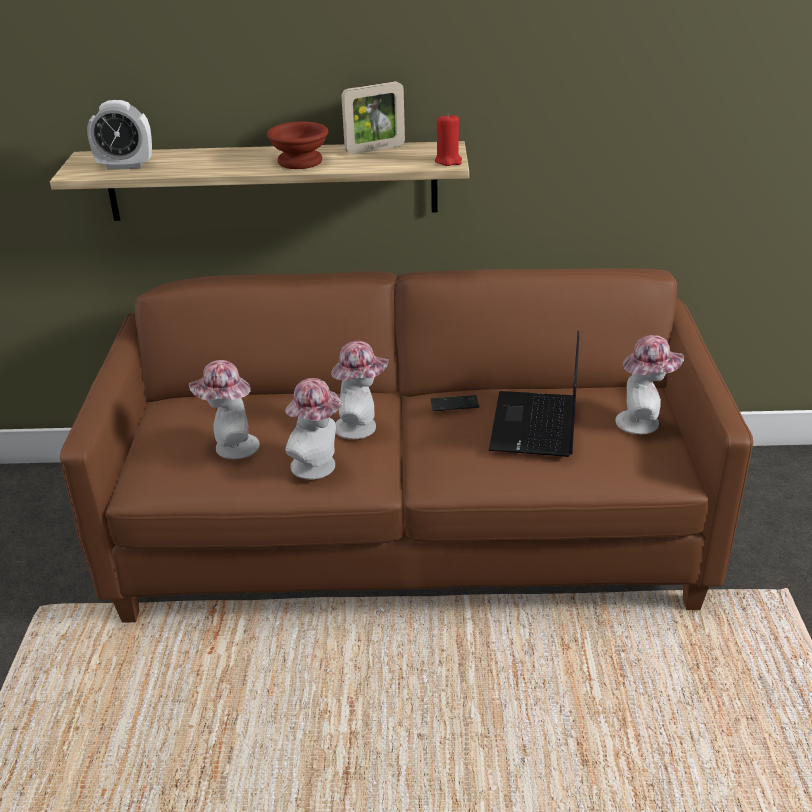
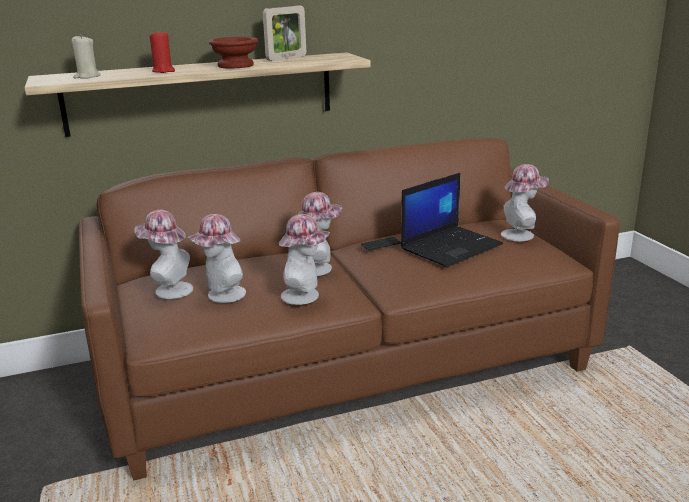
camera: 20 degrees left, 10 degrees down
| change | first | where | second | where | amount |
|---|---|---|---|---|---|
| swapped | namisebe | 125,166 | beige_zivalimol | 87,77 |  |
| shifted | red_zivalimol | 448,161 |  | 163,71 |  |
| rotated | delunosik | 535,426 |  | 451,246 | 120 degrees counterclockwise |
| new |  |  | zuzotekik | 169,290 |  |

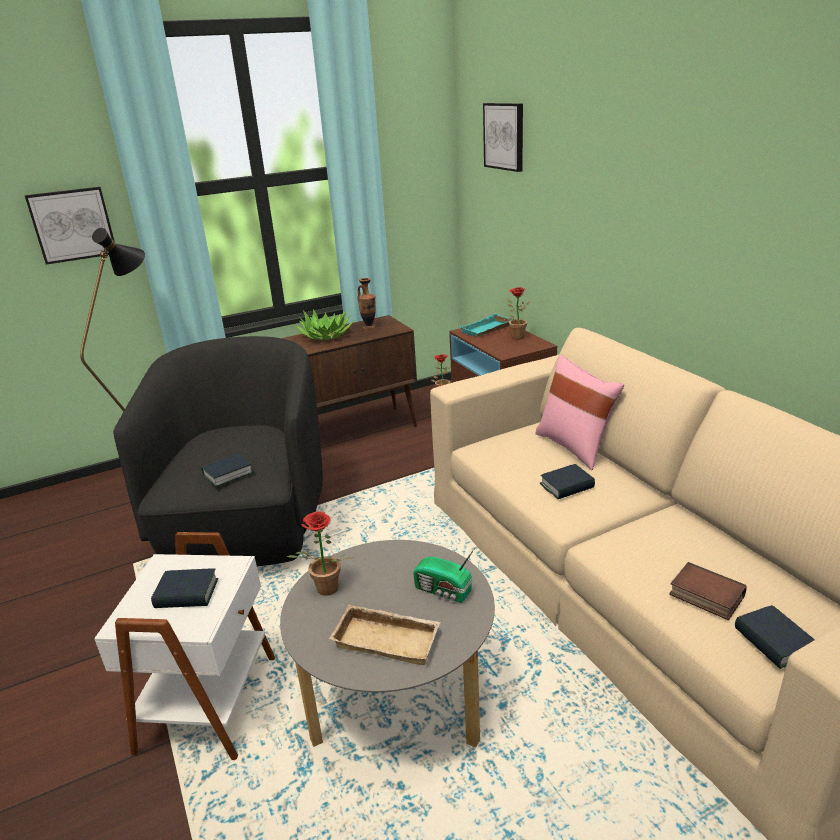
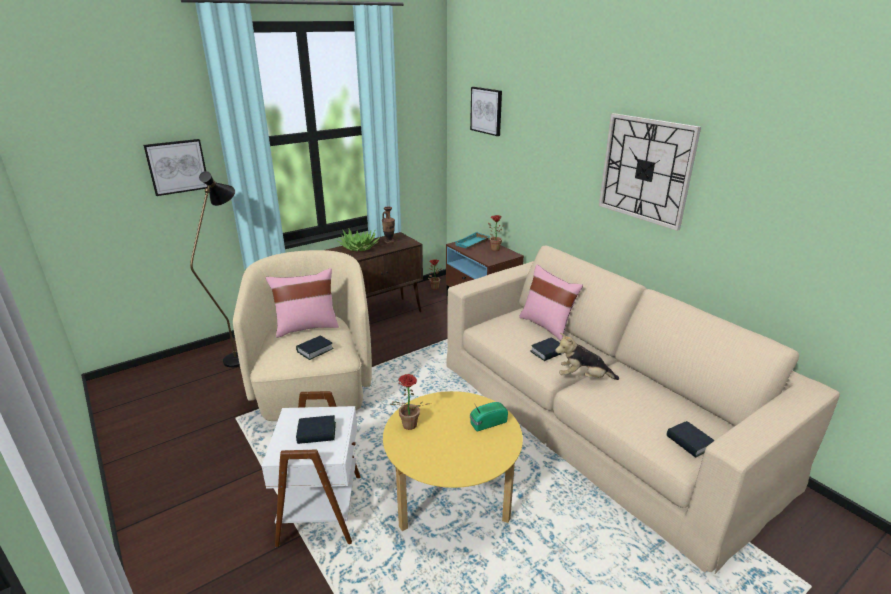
camera: 10 degrees left, 0 degrees up
| change | first | where | second | where | amount |
|---|---|---|---|---|---|
| repainted | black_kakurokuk | 248,527 | beige_kakurokuk | 315,388 |  |
| repainted | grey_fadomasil | 398,705 | yellow_fadomasil | 452,501 |  |
| gone | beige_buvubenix | 388,638 |  |  |  |
| rotated | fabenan | 444,591 |  | 487,423 | 135 degrees clockwise |
| gone | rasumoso | 704,596 |  |  |  |
| new |  |  | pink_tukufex | 306,327 |  |
| new |  |  | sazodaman | 583,377 |  |
| new |  |  | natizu | 646,170 |  |

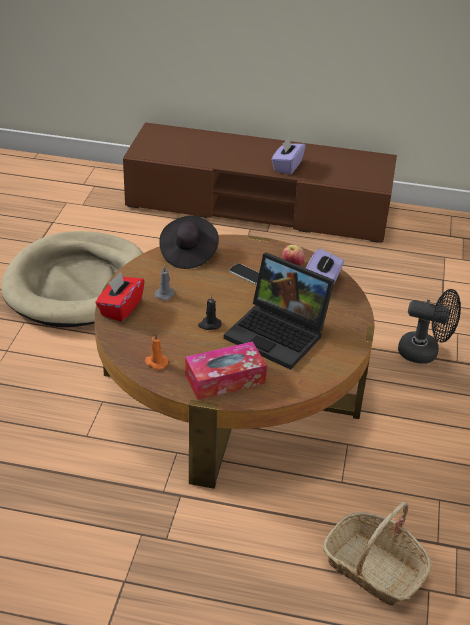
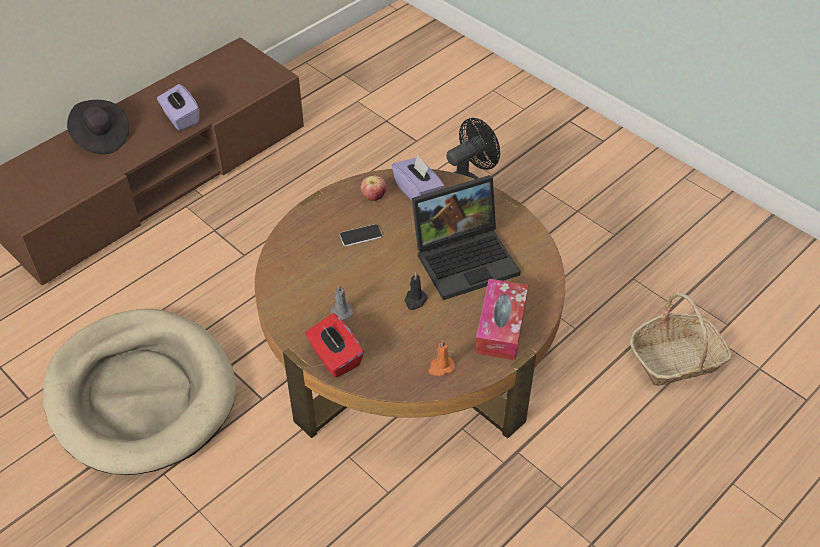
camera: 55 degrees left, 10 degrees up
| change | first | where | second | where | amount |
|---|---|---|---|---|---|
| shifted | black_zuzotekik | 188,253 |  | 101,137 |  |

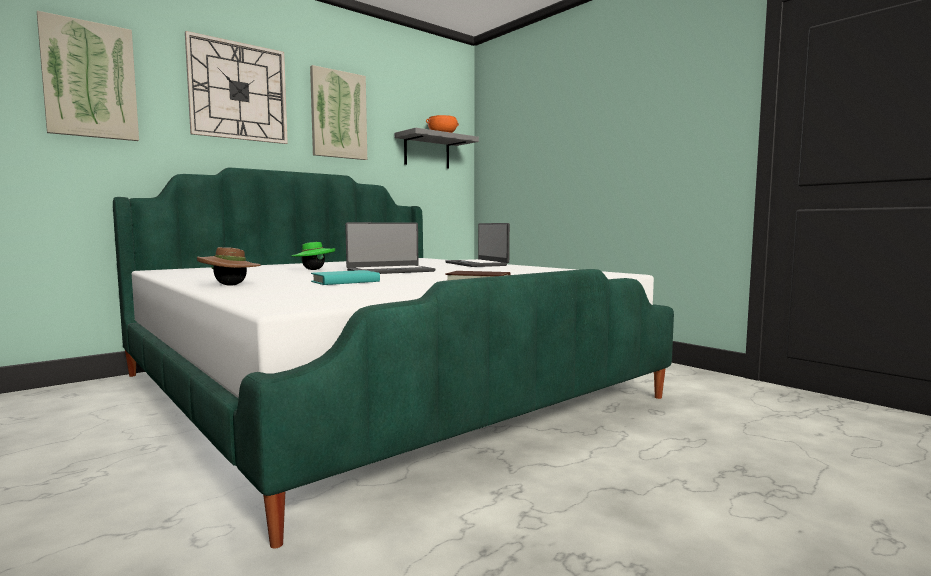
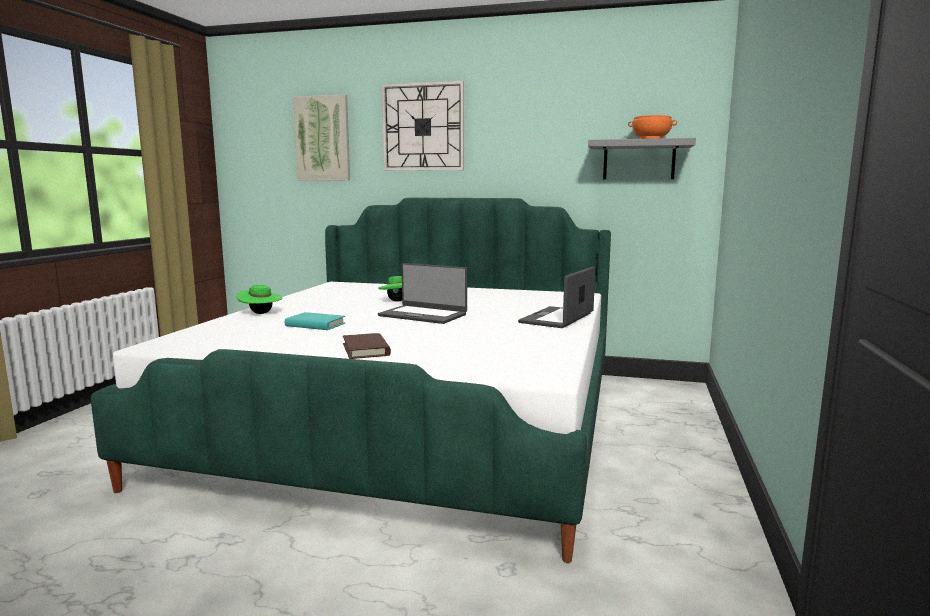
camera: 55 degrees right, 5 degrees up
| change | first | where | second | where | amount |
|---|---|---|---|---|---|
| repainted | brown_zuzotekik | 230,285 | green_zuzotekik | 260,313 |  |
| gone | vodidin | 338,115 |  |  |  |

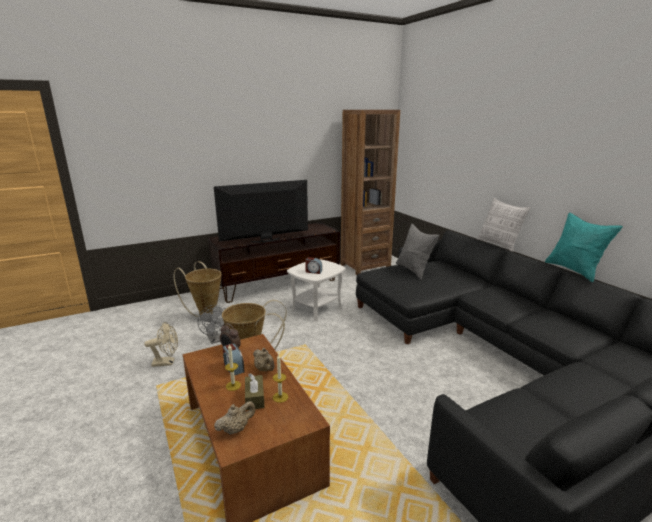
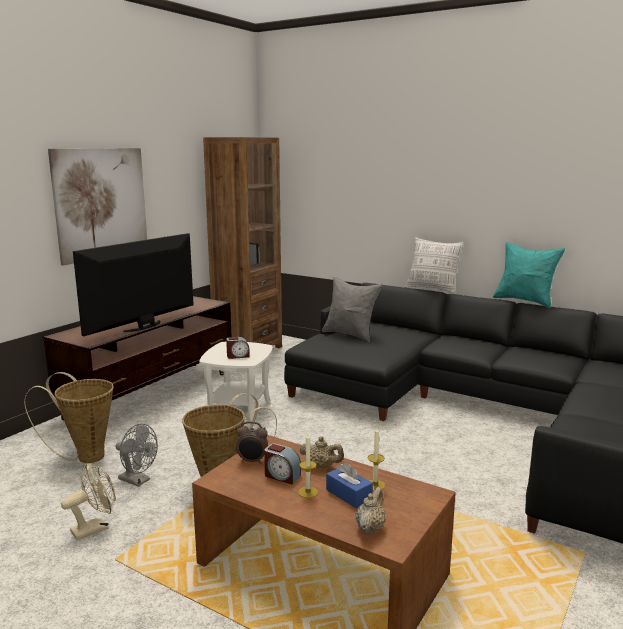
camera: 30 degrees left, 5 degrees down
| change | first | where | second | where | amount |
|---|---|---|---|---|---|
| repainted | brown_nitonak | 254,398 | blue_nitonak | 348,494 |  |
| new |  |  | vodidin | 101,203 |  |

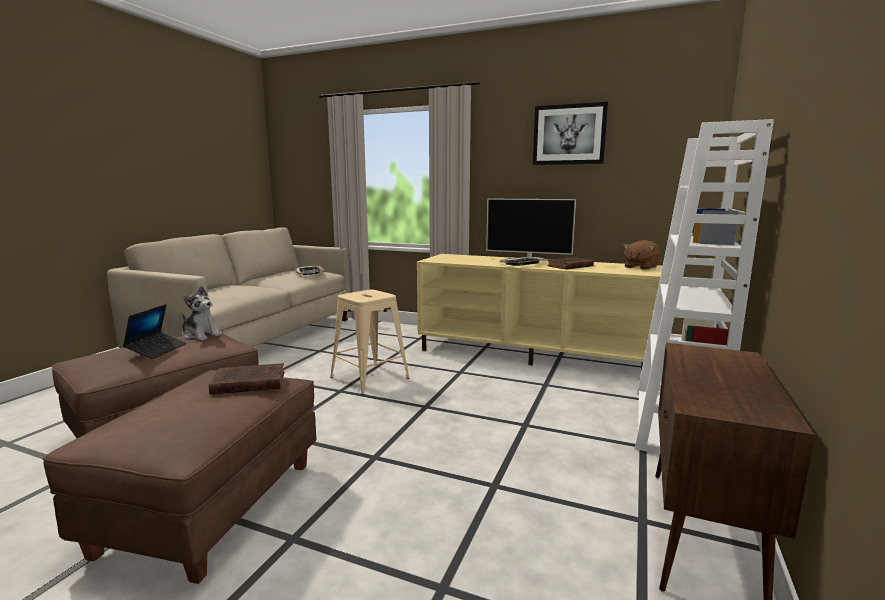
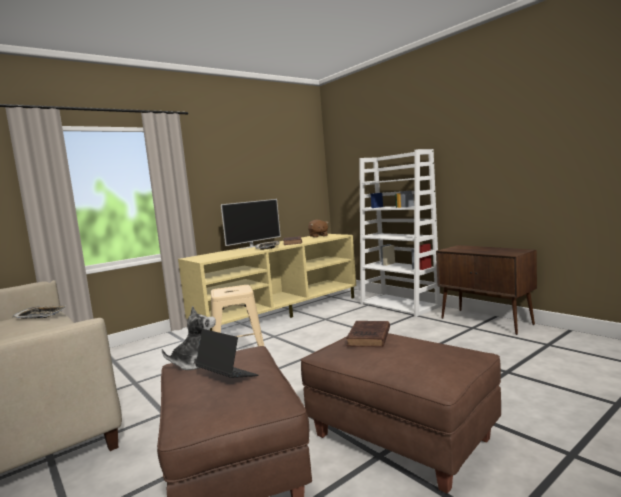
camera: 60 degrees left, 5 degrees down
| change | first | where | second | where | amount |
|---|---|---|---|---|---|
| gone | vodidin | 569,134 |  |  |  |

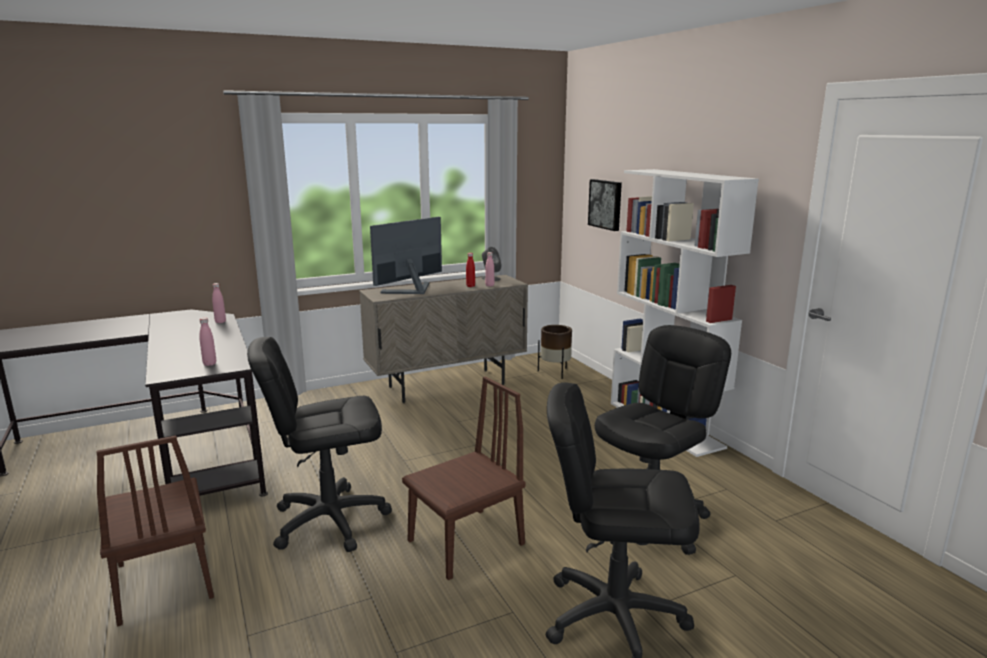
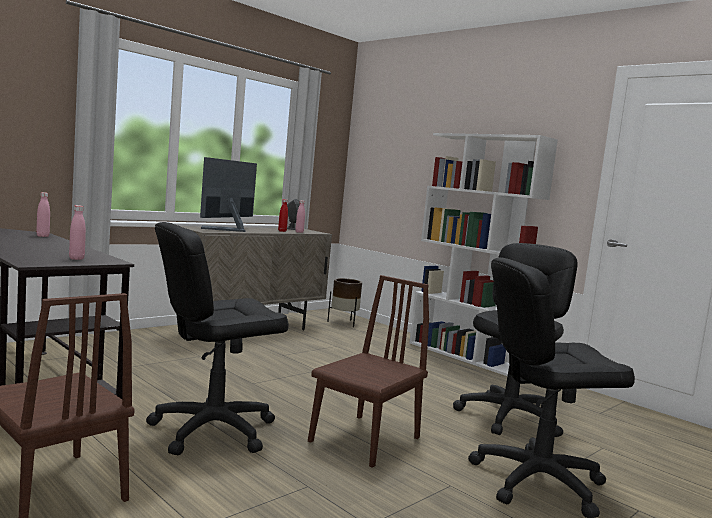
camera: 20 degrees left, 10 degrees down
| change | first | where | second | where | amount |
|---|---|---|---|---|---|
| gone | vodidin | 606,204 |  |  |  |

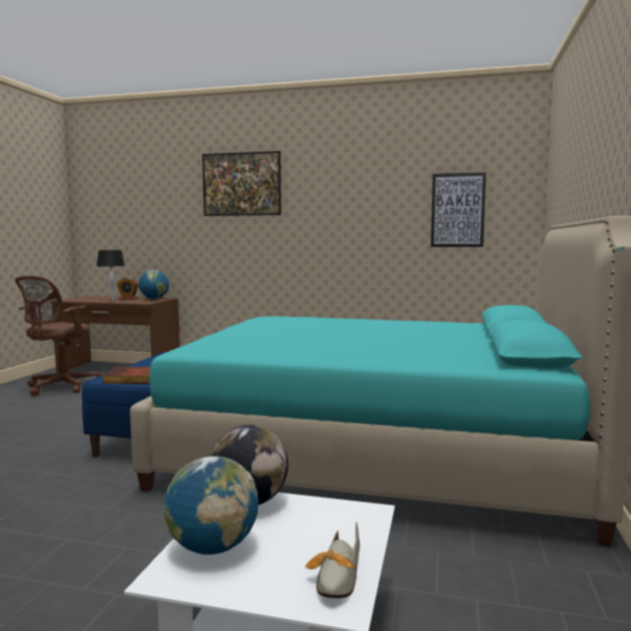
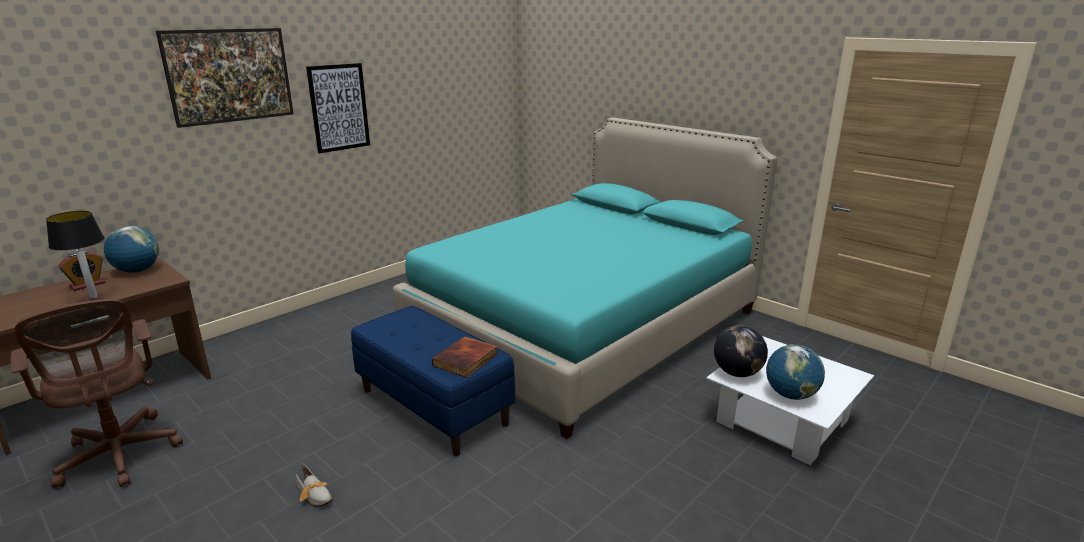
camera: 60 degrees left, 15 degrees up
| change | first | where | second | where | amount |
|---|---|---|---|---|---|
| shifted | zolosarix | 338,578 |  | 315,495 |  |
| shifted | vodidin | 457,210 |  | 339,107 |  |

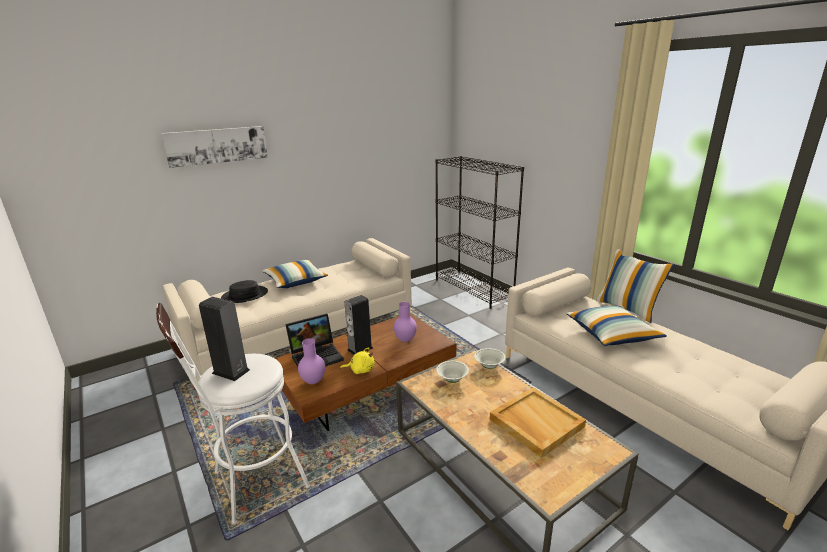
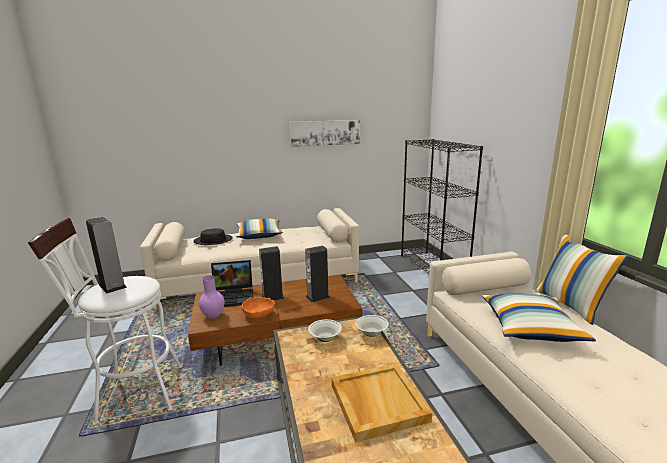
camera: 20 degrees right, 5 degrees down
| change | first | where | second | where | amount |
|---|---|---|---|---|---|
| shifted | vodidin | 217,145 |  | 325,133 |  |
| swapped | yellow_sazodaman | 360,370 | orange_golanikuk | 258,314 |  |
| swapped | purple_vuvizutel | 406,340 | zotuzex | 317,297 |  |

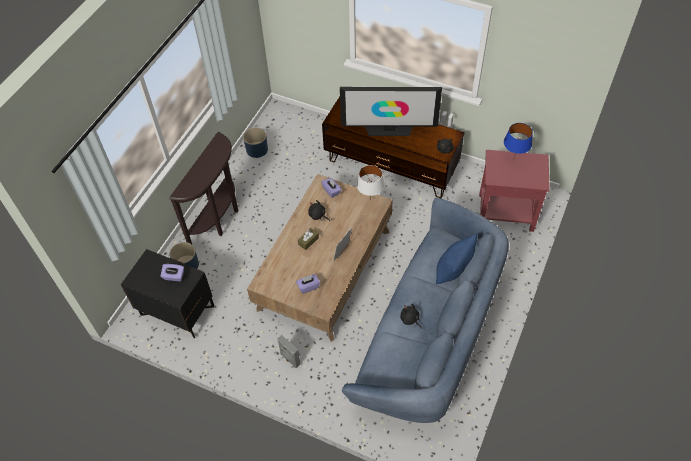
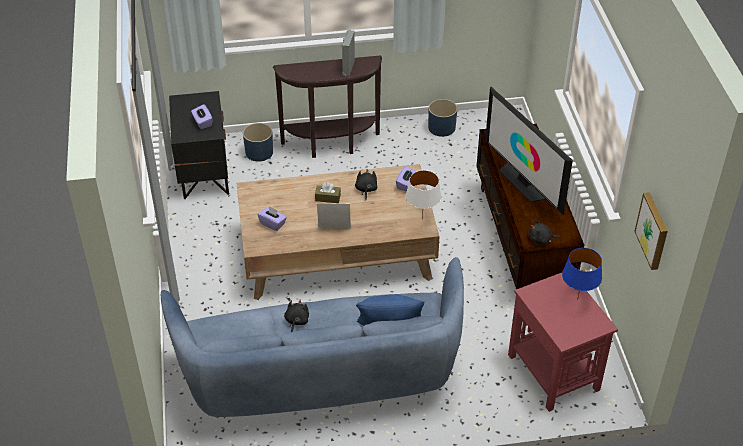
camera: 55 degrees right, 10 degrees down
| change | first | where | second | where | amount |
|---|---|---|---|---|---|
| shifted | grey_zotuzex | 289,359 |  | 348,67 |  |
| new |  |  | vodidin | 653,230 |  |

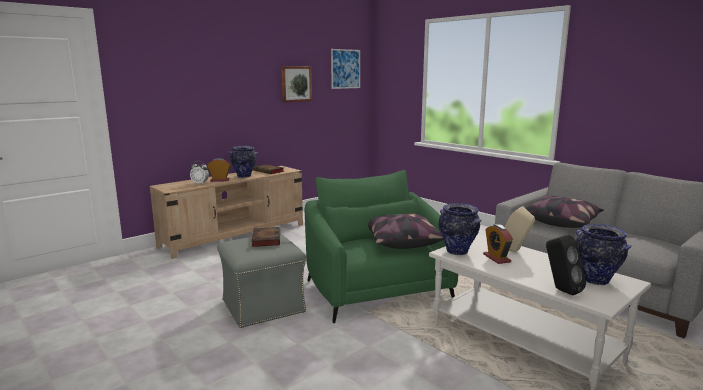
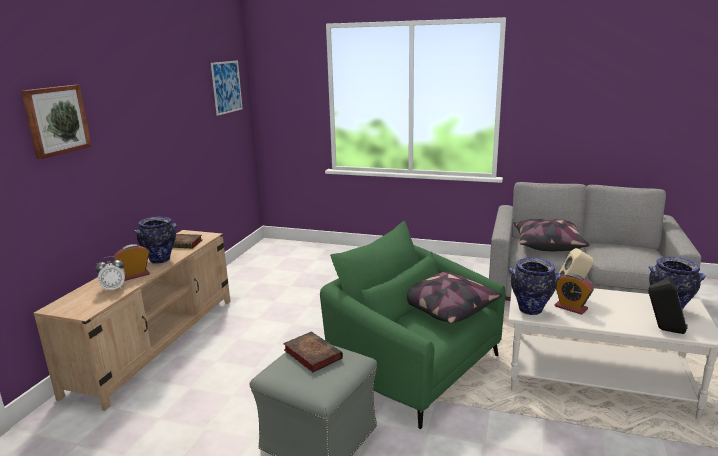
camera: 30 degrees left, 5 degrees up
| change | first | where | second | where | amount |
|---|---|---|---|---|---|
| shifted | vodidin | 296,84 |  | 56,120 |  |

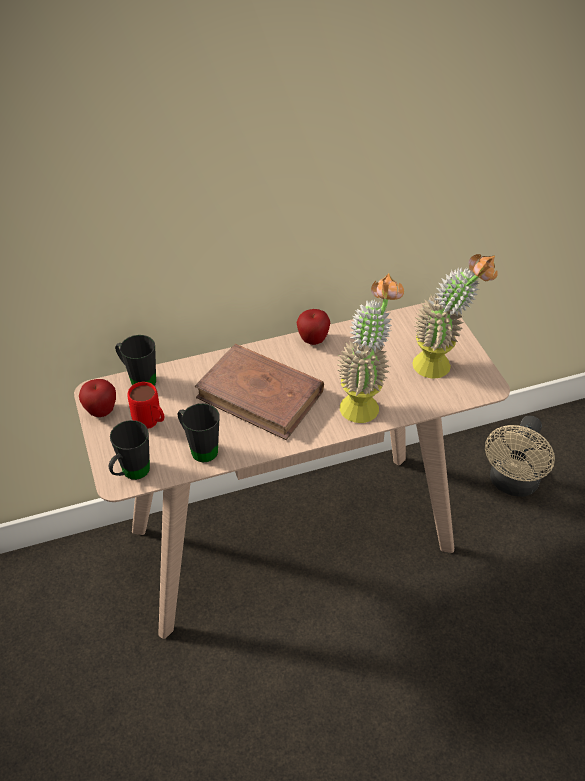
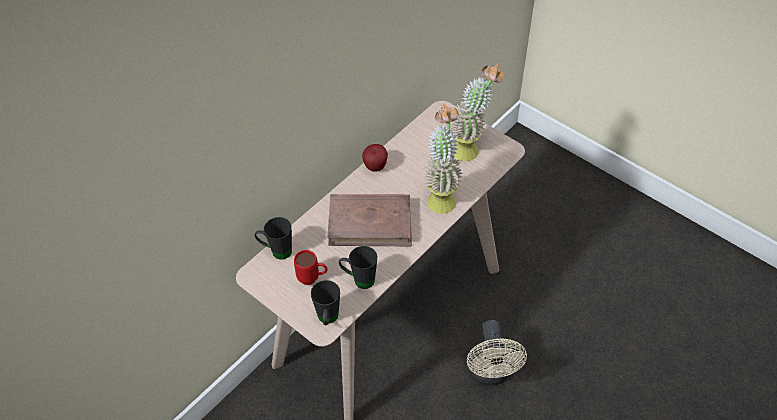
camera: 30 degrees left, 5 degrees up
| change | first | where | second | where | amount |
|---|---|---|---|---|---|
| gone | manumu | 101,411 |  |  |  |
| shifted | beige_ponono | 512,484 |  | 490,374 |  |

